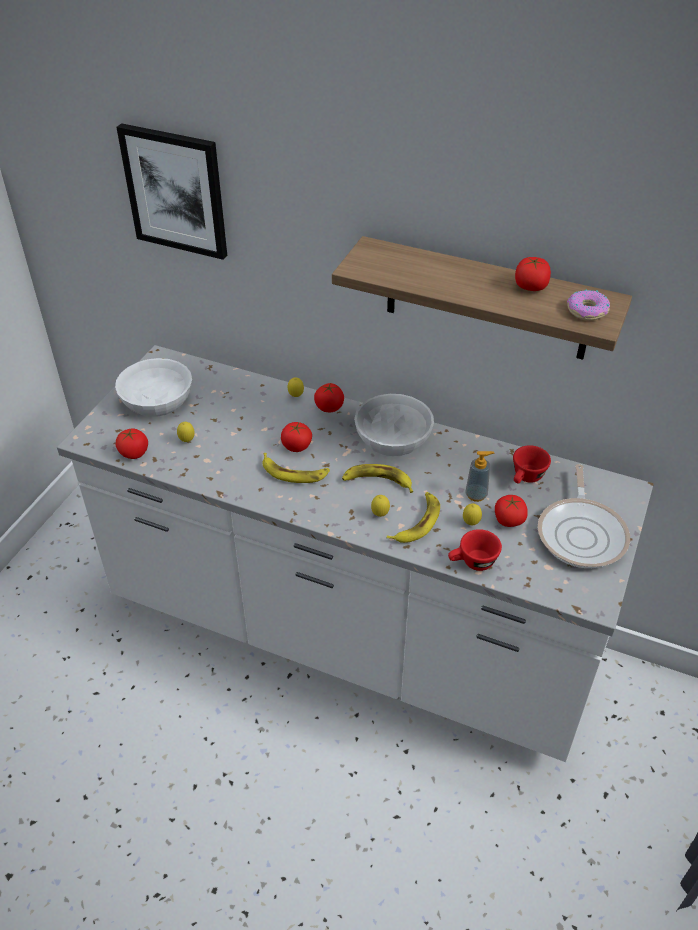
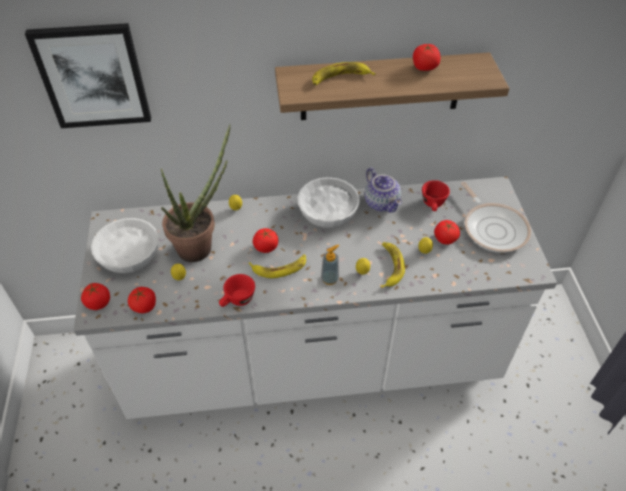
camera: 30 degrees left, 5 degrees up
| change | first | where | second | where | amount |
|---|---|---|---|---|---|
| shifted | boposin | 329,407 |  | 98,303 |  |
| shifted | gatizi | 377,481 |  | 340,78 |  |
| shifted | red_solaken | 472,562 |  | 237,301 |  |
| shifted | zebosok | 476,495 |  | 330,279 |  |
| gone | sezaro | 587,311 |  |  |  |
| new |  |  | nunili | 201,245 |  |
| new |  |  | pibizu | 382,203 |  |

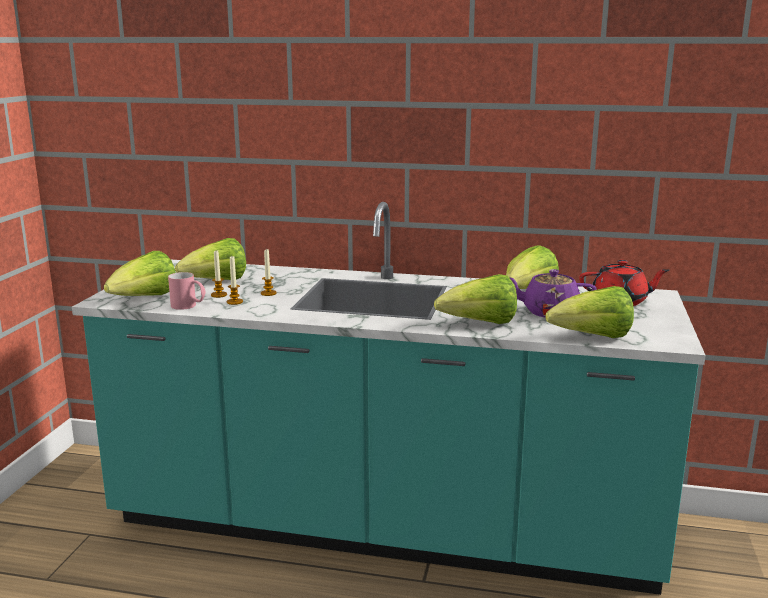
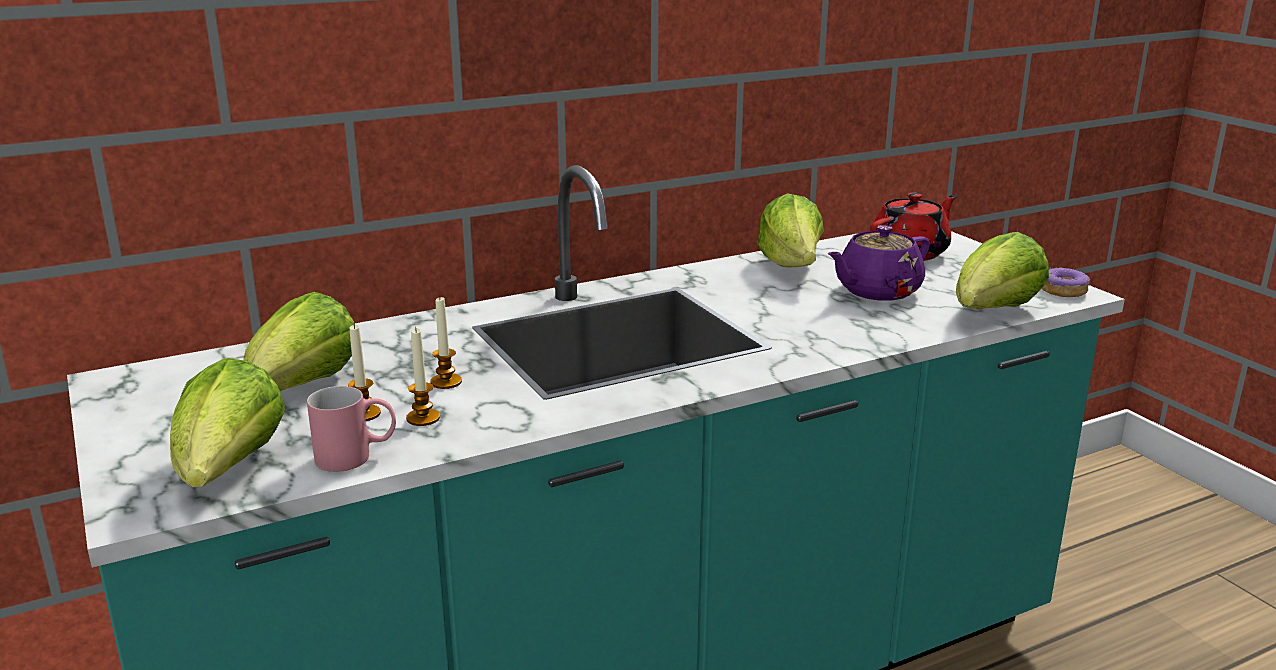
camera: 40 degrees left, 5 degrees up
| change | first | where | second | where | amount |
|---|---|---|---|---|---|
| gone | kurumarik | 480,324 |  |  |  |
| new |  |  | sezaro | 1062,291 |  |

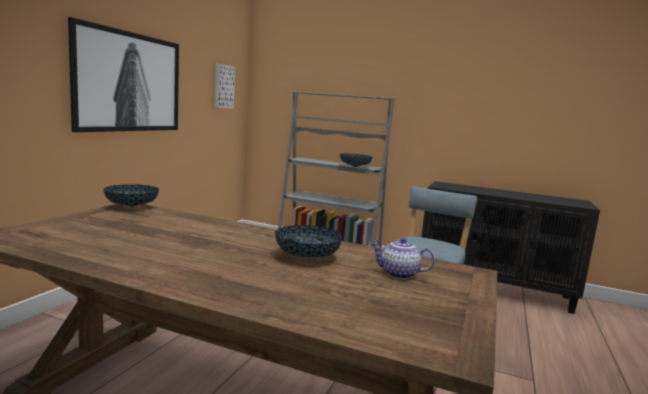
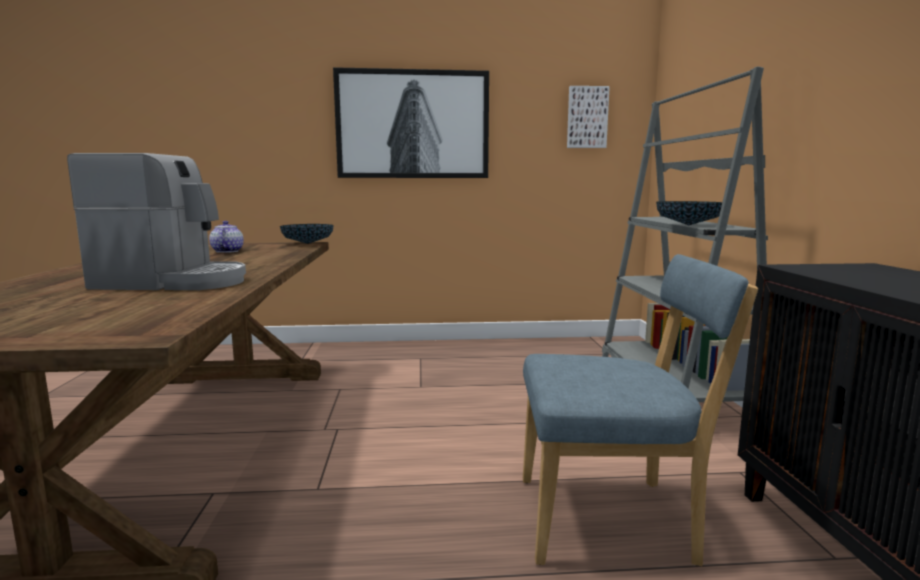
camera: 65 degrees right, 0 degrees up
| change | first | where | second | where | amount |
|---|---|---|---|---|---|
| swapped | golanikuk | 307,256 | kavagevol | 173,282 |  |
| shifted | pibizu | 398,274 |  | 227,251 |  |

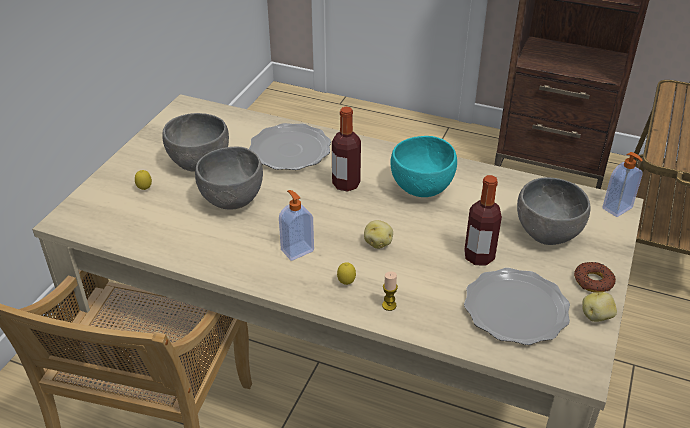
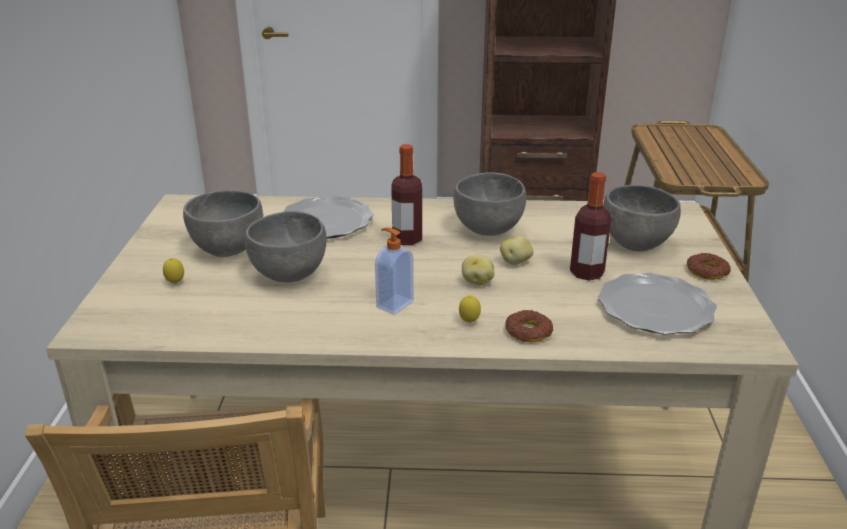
camera: 20 degrees left, 10 degrees down
| change | first | where | second | where | amount |
|---|---|---|---|---|---|
| swapped | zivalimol | 389,305 | sezaro | 528,332 |  |
| repainted | turquoise_golanikuk | 421,188 | grey_golanikuk | 487,229 |  |
| shifted | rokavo | 597,316 |  | 516,262 |  |
| gone | zebosok | 618,208 |  |  |  |

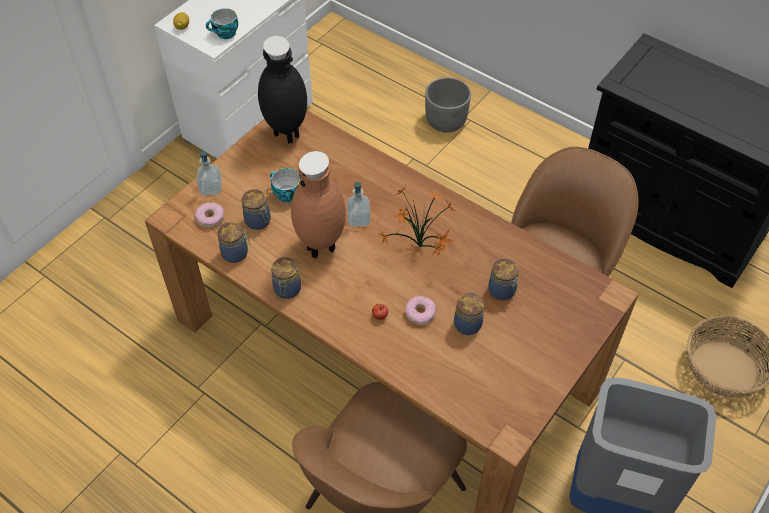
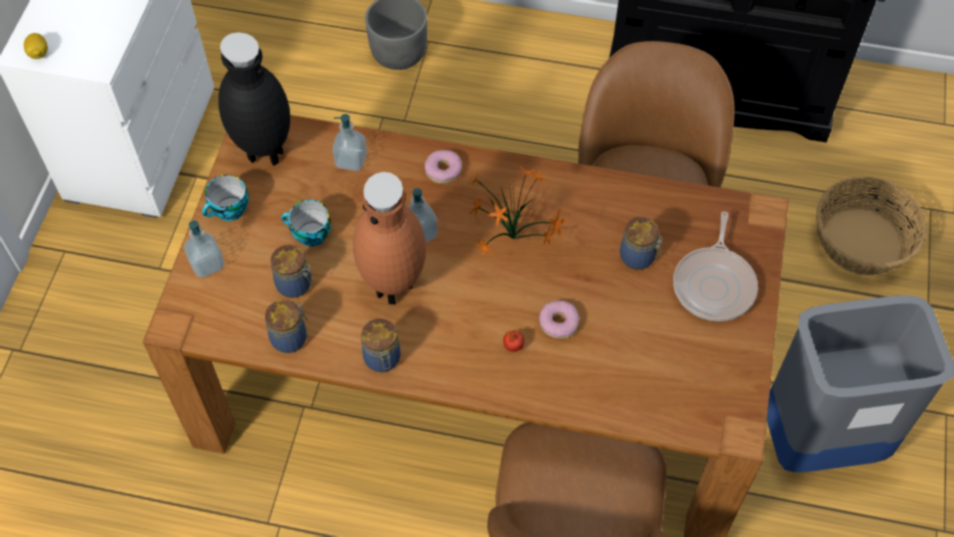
camera: 25 degrees left, 5 degrees up
| change | first | where | second | where | amount |
|---|---|---|---|---|---|
| shifted | sezaro | 210,218 |  | 443,170 |  |
| shifted | solaken | 225,34 |  | 229,211 |  |
| gone | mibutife | 468,323 |  |  |  |
| new |  |  | zebosok | 351,160 |  |
| new |  |  | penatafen | 714,284 |  |

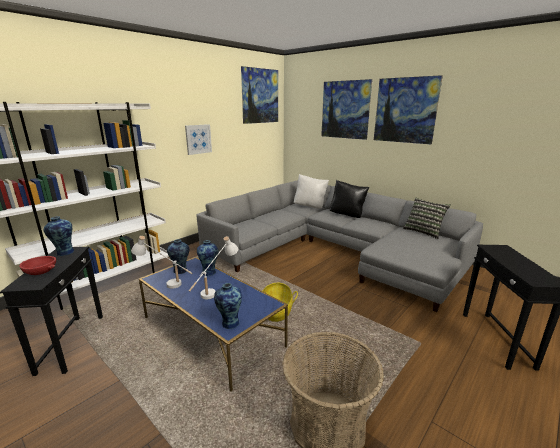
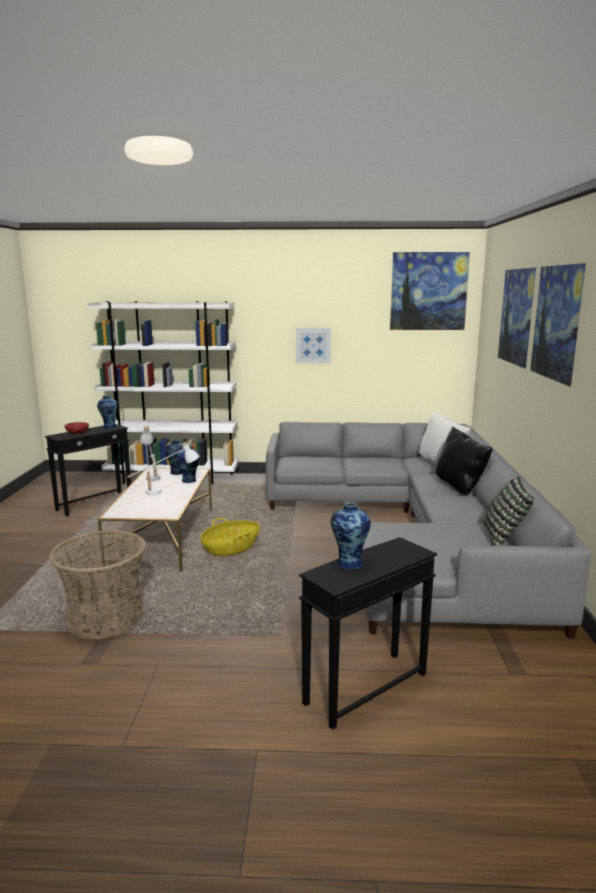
camera: 50 degrees right, 5 degrees down
| change | first | where | second | where | amount |
|---|---|---|---|---|---|
| repainted | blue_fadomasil | 212,332 | white_fadomasil | 163,537 |  |
| shifted | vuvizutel | 229,323 |  | 349,563 |  |

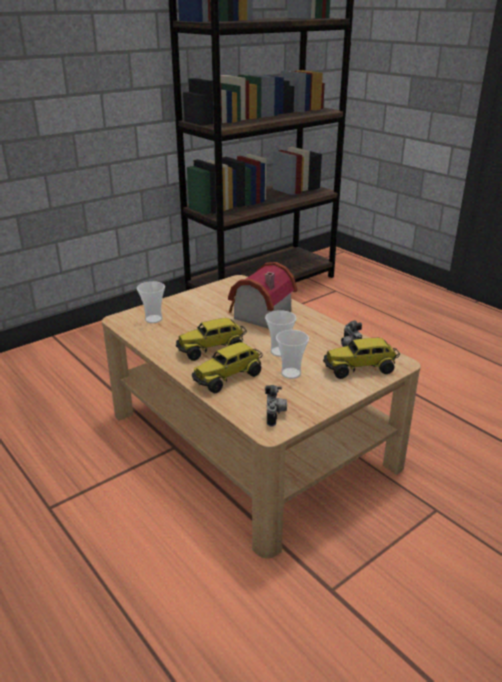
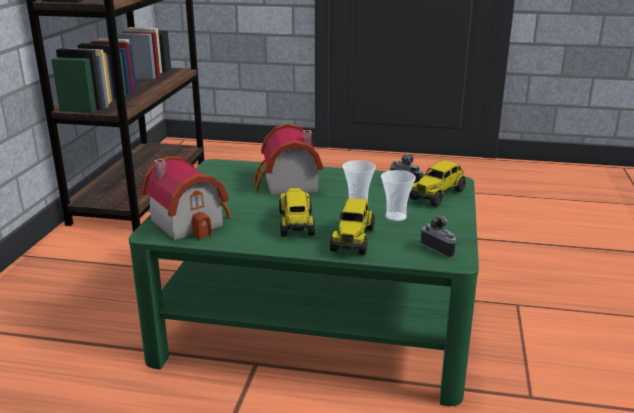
camera: 40 degrees left, 5 degrees down
| change | first | where | second | where | amount |
|---|---|---|---|---|---|
| repainted | beige_fadomasil | 251,438 | green_fadomasil | 317,322 |  |
| swapped | solaken | 153,319 | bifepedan | 190,221 |  |
| rotated | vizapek | 212,349 |  | 296,224 | 150 degrees clockwise |

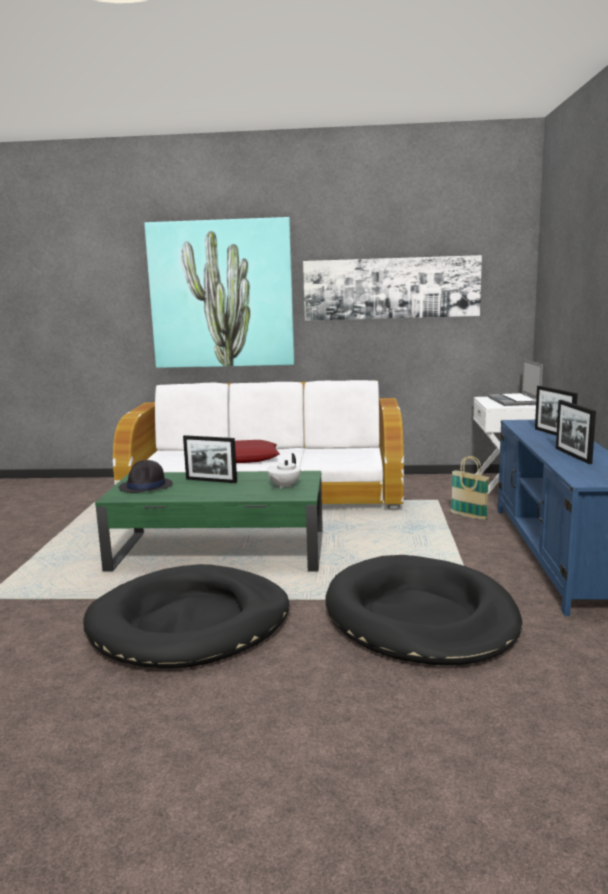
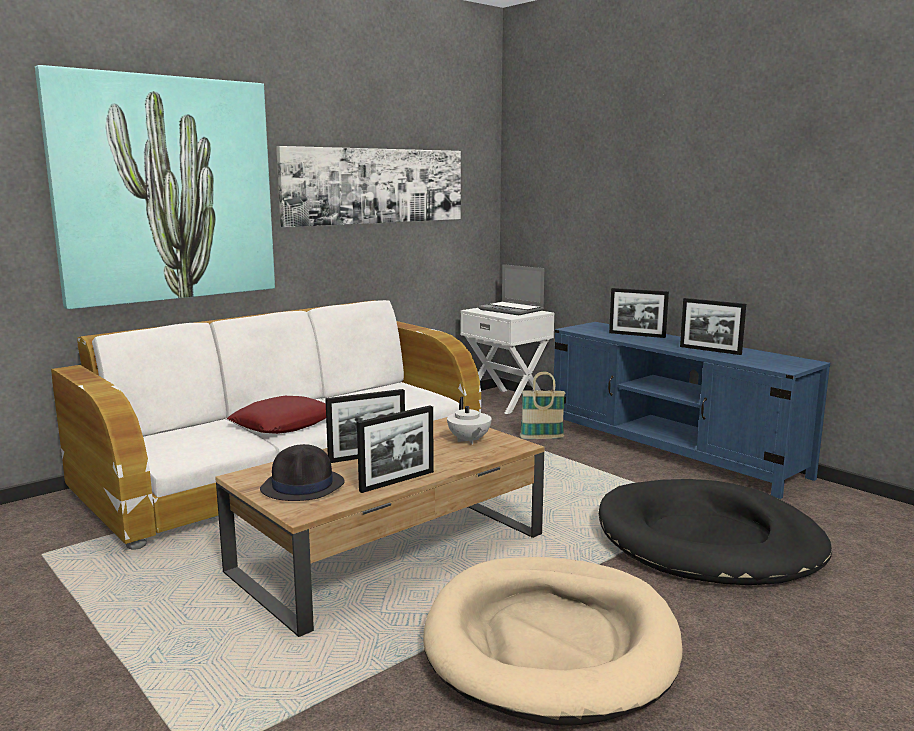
camera: 45 degrees left, 0 degrees up
| change | first | where | second | where | amount |
|---|---|---|---|---|---|
| repainted | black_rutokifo | 190,623 | beige_rutokifo | 551,643 |  |
| repainted | green_fadomasil | 220,551 | brown_fadomasil | 392,552 |  |
| new |  |  | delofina | 397,481 |  |

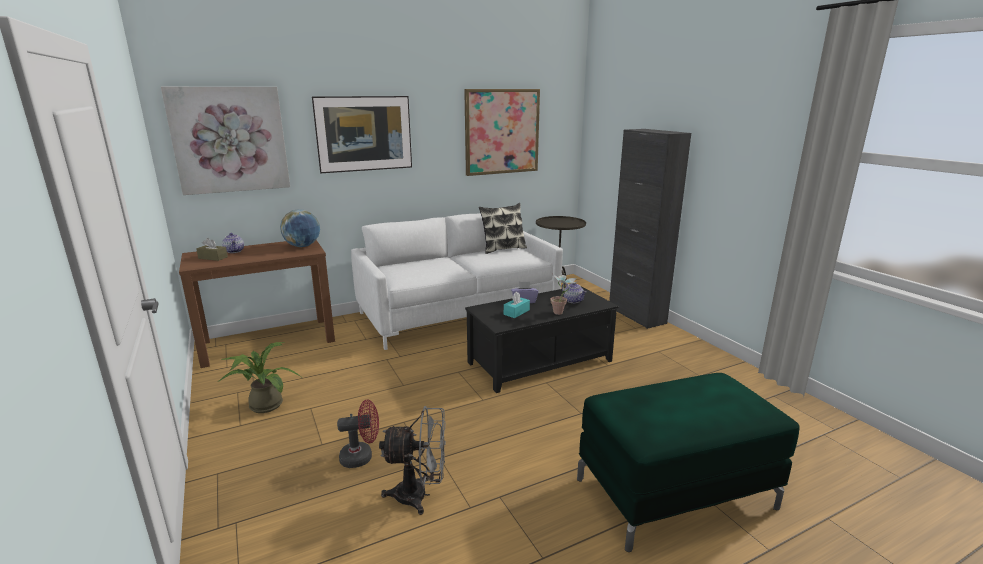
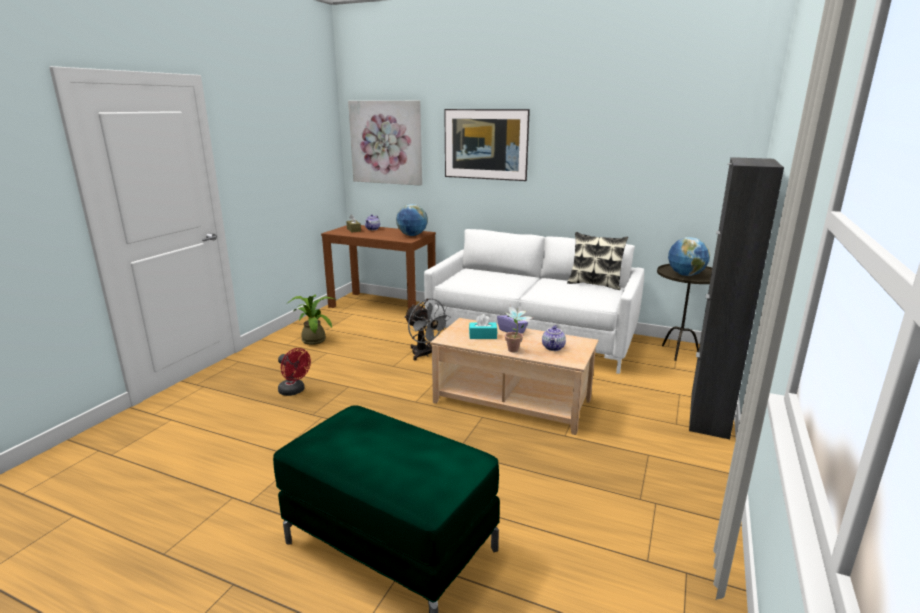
camera: 50 degrees right, 0 degrees up
| change | first | where | second | where | amount |
|---|---|---|---|---|---|
| shifted | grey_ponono | 420,495 |  | 425,355 |  |
| gone | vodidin | 502,131 |  |  |  |
| repainted | black_fadomasil | 539,361 | beige_fadomasil | 513,400 |  |
| new |  |  | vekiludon | 685,275 |  |

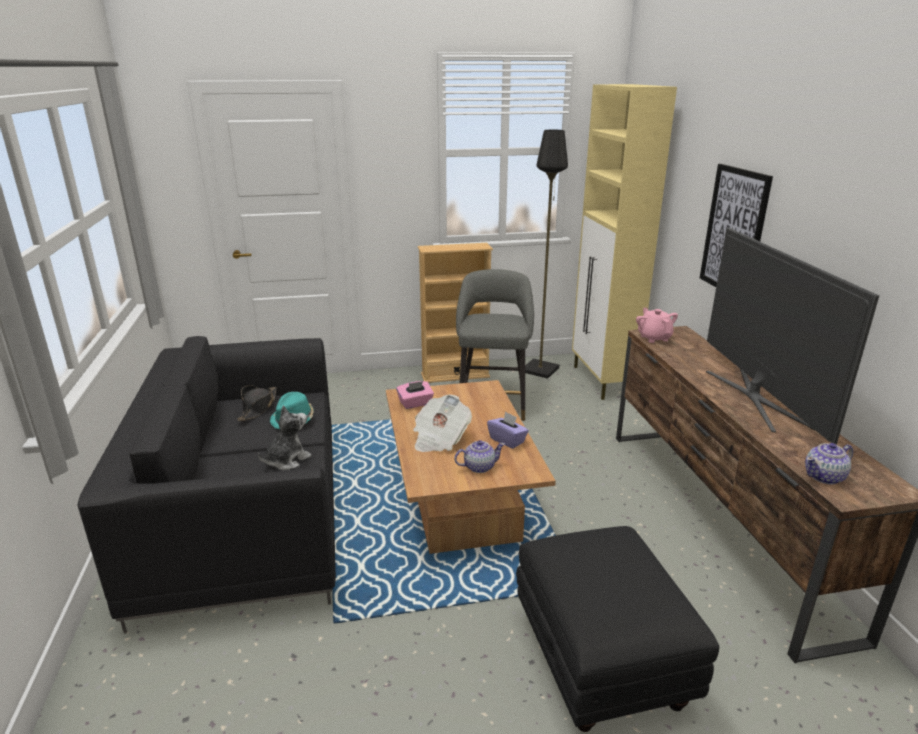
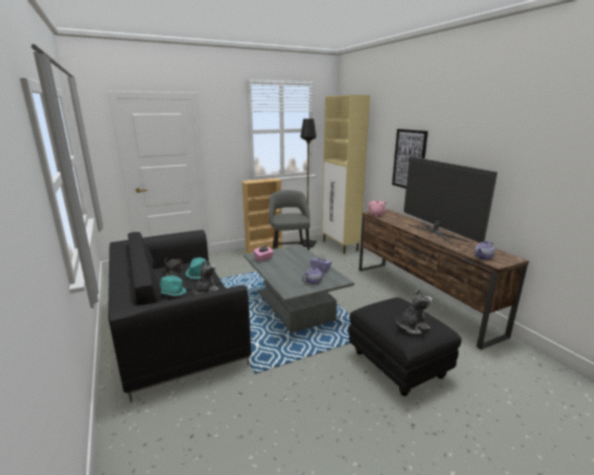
camera: 15 degrees left, 5 degrees down
| change | first | where | second | where | amount |
|---|---|---|---|---|---|
| repainted | brown_fadomasil | 460,497 | grey_fadomasil | 294,305 |  |
| gone | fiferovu | 439,438 |  |  |  |
| new |  |  | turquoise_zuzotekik | 172,292 |  |
| new |  |  | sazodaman | 412,326 |  |

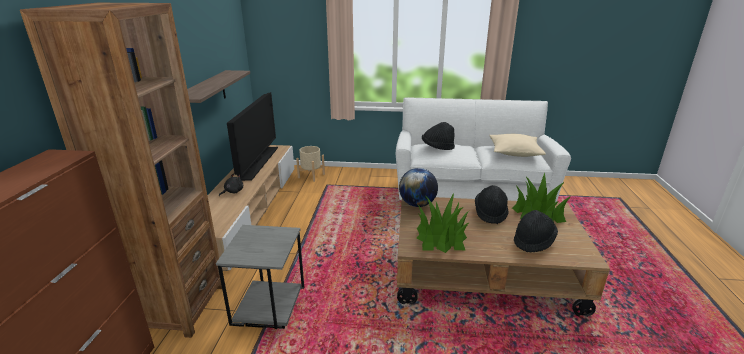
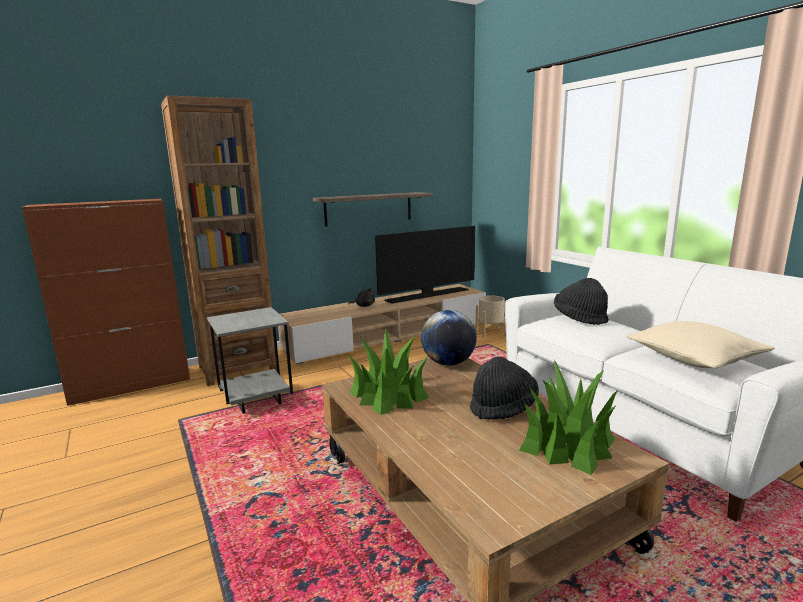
camera: 55 degrees right, 10 degrees down
| change | first | where | second | where | amount |
|---|---|---|---|---|---|
| gone | black_zuzotekik | 533,241 |  |  |  |

